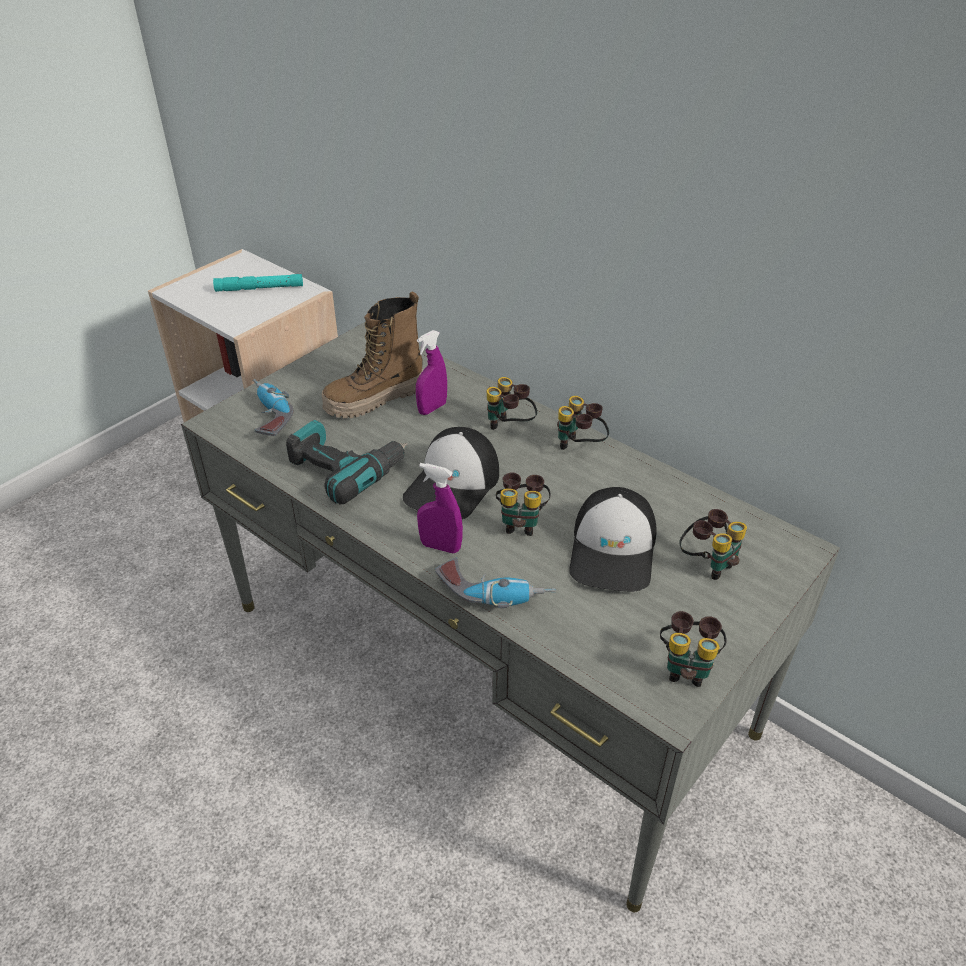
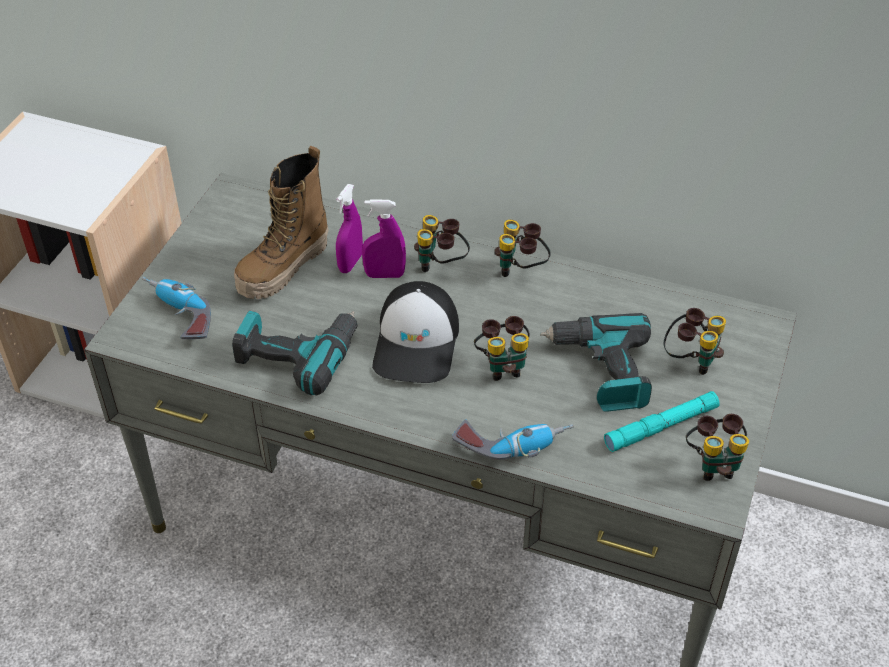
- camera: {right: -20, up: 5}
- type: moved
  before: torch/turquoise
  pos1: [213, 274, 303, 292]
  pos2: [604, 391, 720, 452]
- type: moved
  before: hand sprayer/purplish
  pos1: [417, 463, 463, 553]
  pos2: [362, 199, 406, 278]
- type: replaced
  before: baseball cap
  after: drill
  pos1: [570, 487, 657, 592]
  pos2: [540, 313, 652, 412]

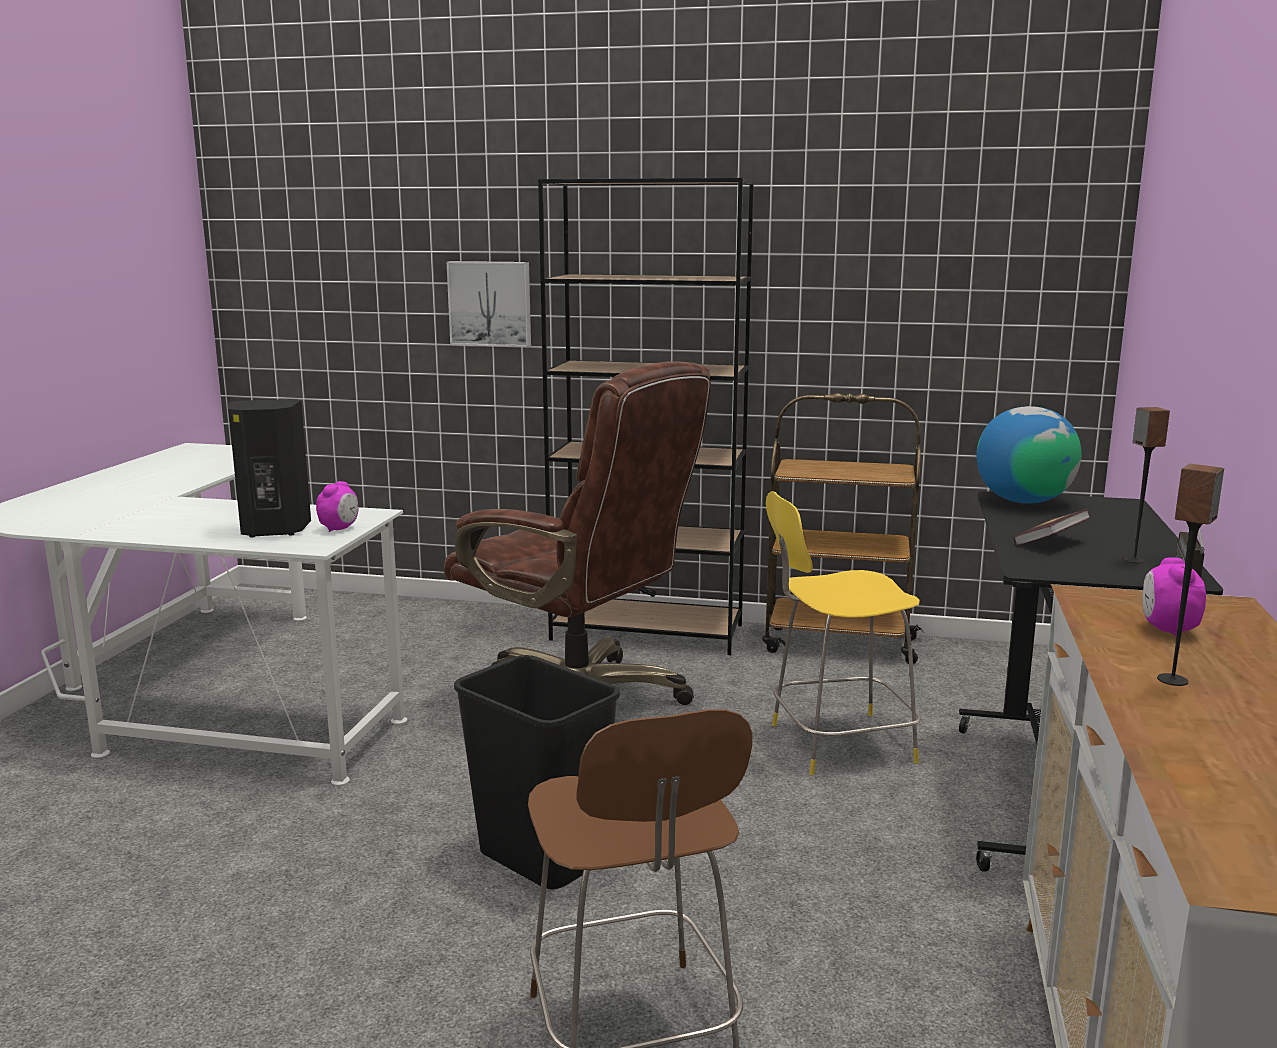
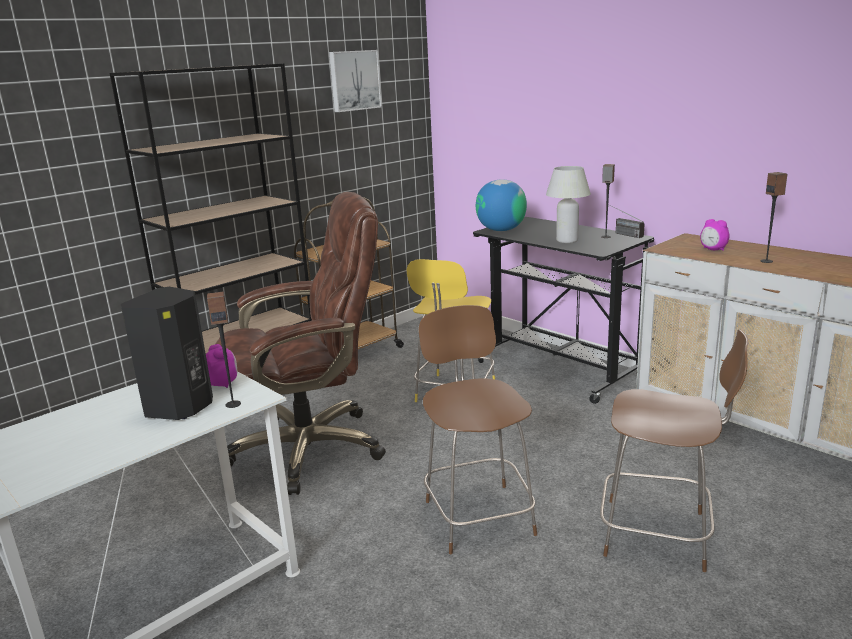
- camera: {right: -55, up: 5}
- type: moved
  before: wall art
  pos1: [447, 261, 531, 347]
  pos2: [329, 50, 382, 112]
- type: replaced
  before: rubbish bin/black-coloured
  after: upright chair/brown
  pos1: [454, 655, 620, 889]
  pos2: [419, 305, 537, 554]
- type: replaced
  before: bound book
  after: table lamp/white-coloured
  pos1: [1014, 509, 1091, 545]
  pos2: [546, 166, 591, 243]
- type: added
  after: audio speaker
  pos2: [207, 291, 241, 408]

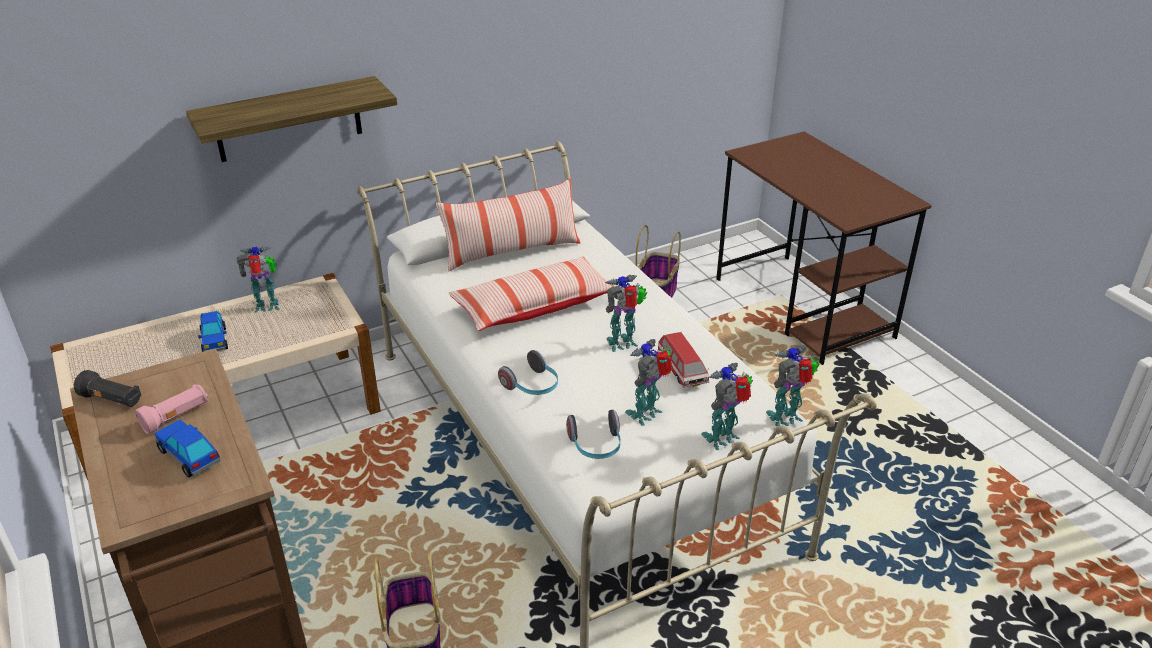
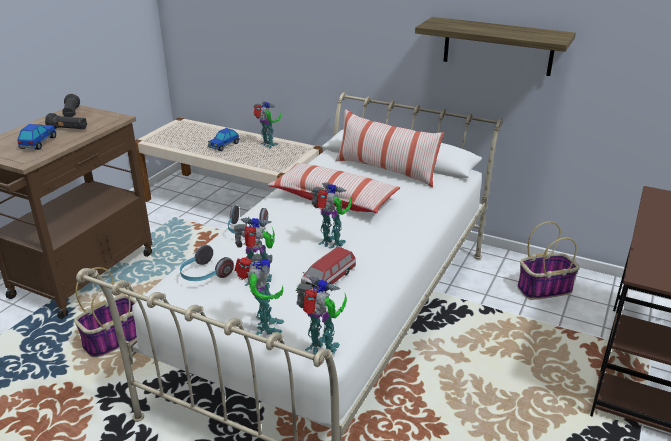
- camera: {right: 55, up: -5}
- type: recoloured
  before: torch/pinkish
  after: torch/black-coloured
  pos1: [135, 384, 208, 434]
  pos2: [45, 113, 87, 130]
- type: moved
  before: wall shelf
  pos1: [186, 76, 397, 162]
  pos2: [415, 17, 576, 76]
- type: turned
  before: model robot
  pos1: [701, 363, 753, 450]
  pos2: [235, 254, 284, 335]
  turn: 75

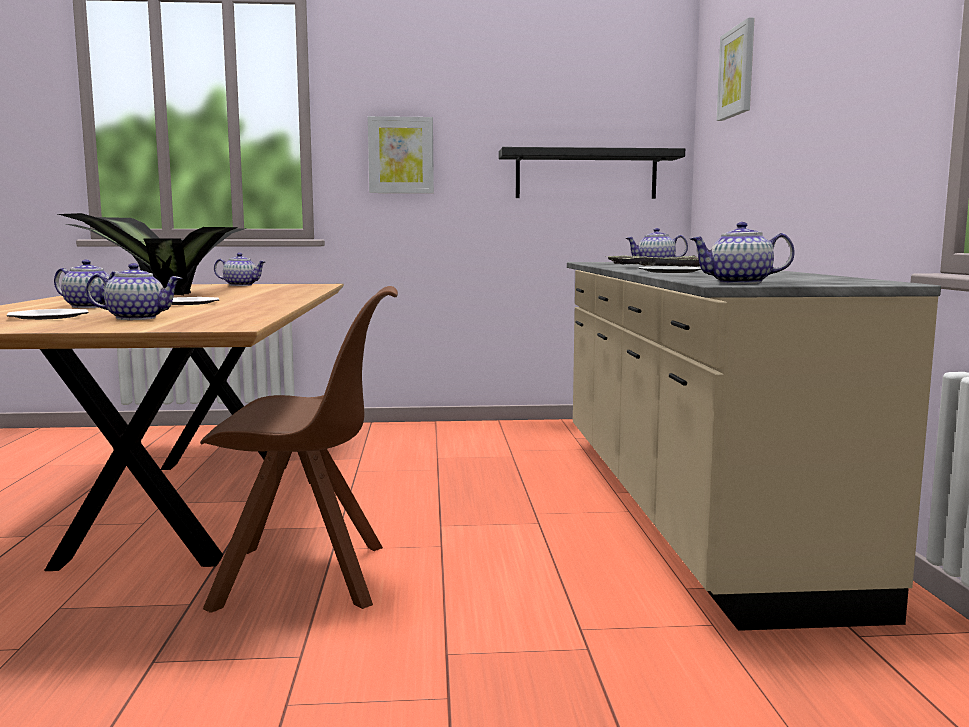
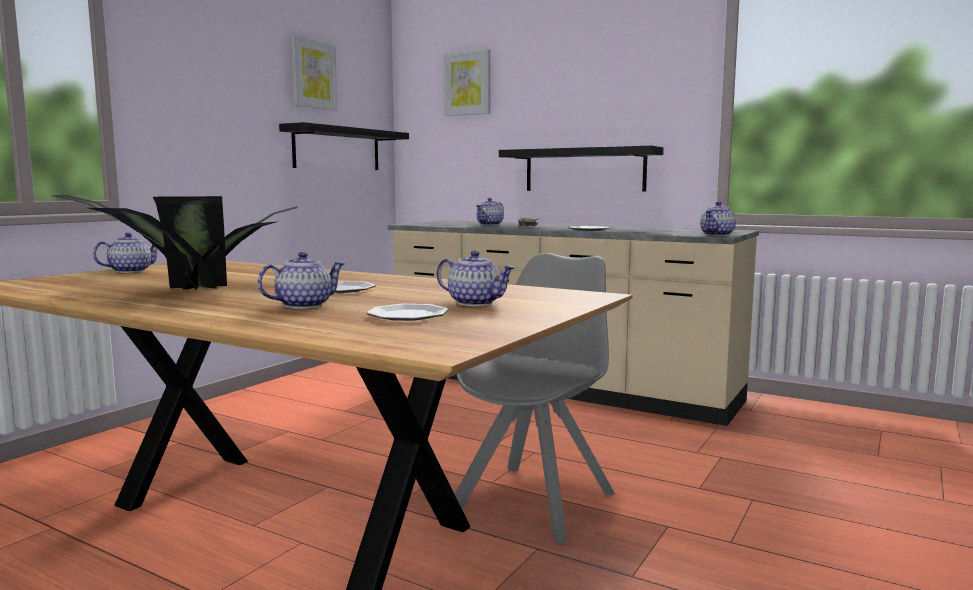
- camera: {right: -55, up: 0}
- type: turned
  before: teapot
  pos1: [86, 263, 182, 320]
  pos2: [437, 250, 515, 306]
  turn: 90
- type: recoloured
  before: upright chair/brown
  after: upright chair/greyish
  pos1: [200, 286, 398, 613]
  pos2: [455, 253, 616, 544]
- type: moved
  before: wall art
  pos1: [368, 116, 434, 193]
  pos2: [291, 35, 338, 111]
- type: added
  after: wall shelf/black-coloured
  pos2: [499, 146, 664, 191]

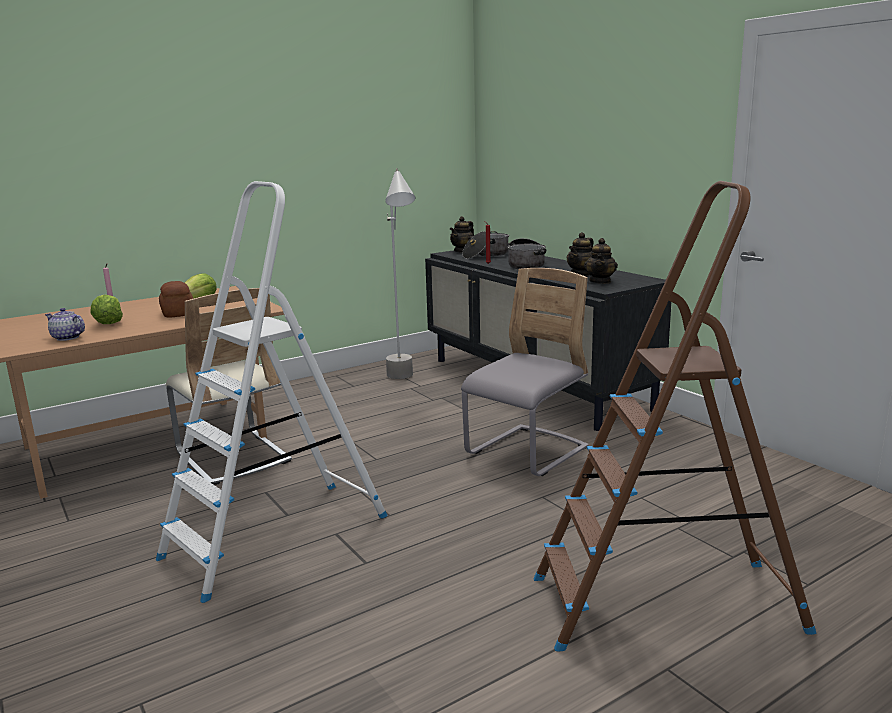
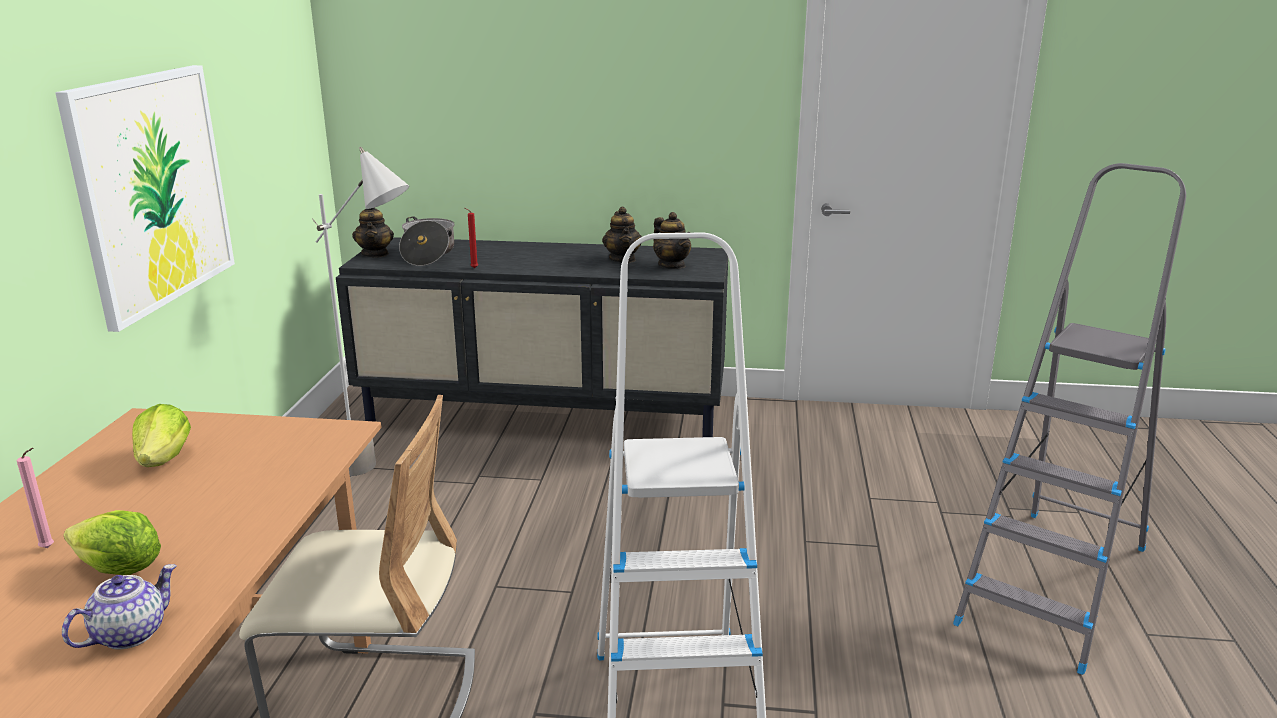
- camera: {right: -50, up: 5}
- type: turned
  before: teapot
  pos1: [45, 308, 85, 341]
  pos2: [62, 564, 176, 649]
  turn: 150
- type: removed
  before: bakery bread
  pos1: [159, 281, 193, 318]
- type: removed
  before: upright chair/greyish
  pos1: [461, 268, 589, 476]
- type: removed
  before: stockpot
  pos1: [507, 238, 546, 269]
- type: recoloured
  before: step ladder/brown
  after: step ladder/greyish
  pos1: [533, 181, 816, 652]
  pos2: [953, 163, 1186, 675]
- type: added
  after: wall art
  pos2: [55, 65, 235, 332]

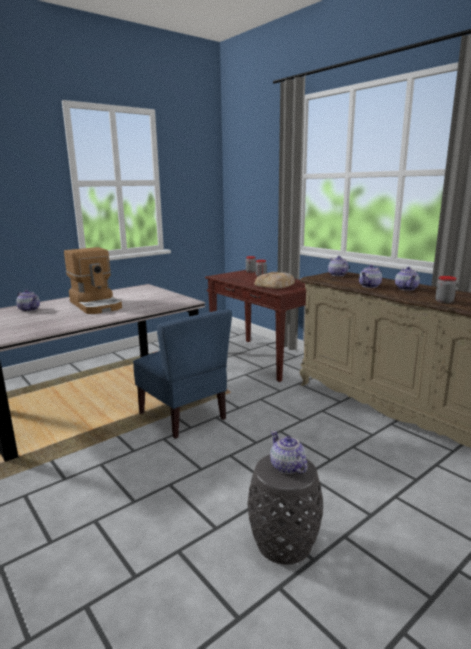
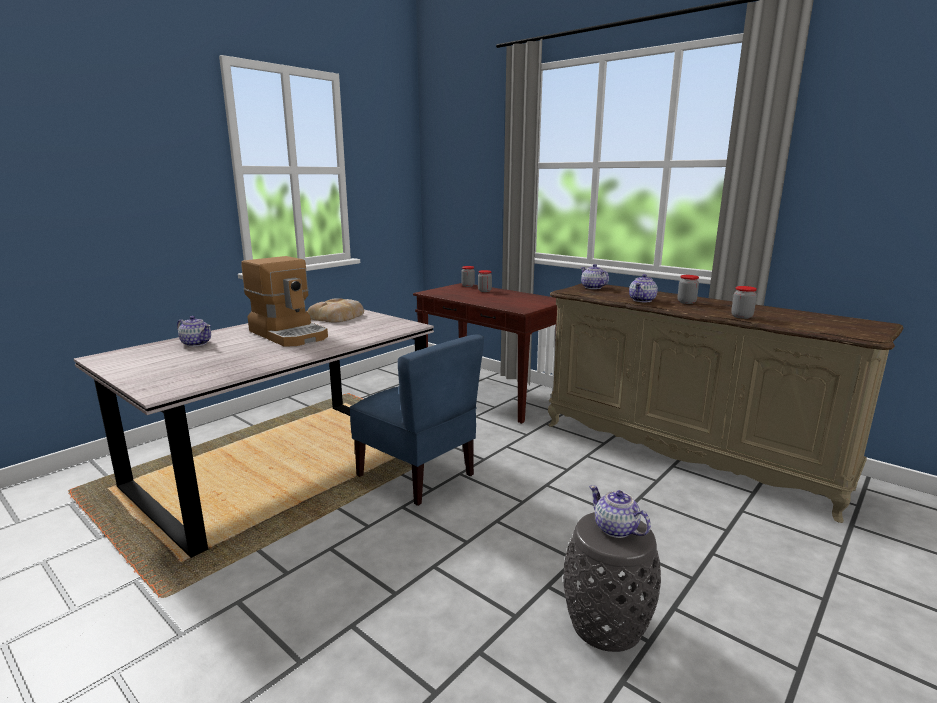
- camera: {right: -10, up: 0}
- type: moved
  before: bakery bread
  pos1: [254, 272, 295, 289]
  pos2: [307, 298, 364, 323]
- type: replaced
  before: teapot
  after: jar
  pos1: [395, 267, 420, 291]
  pos2: [677, 275, 699, 304]

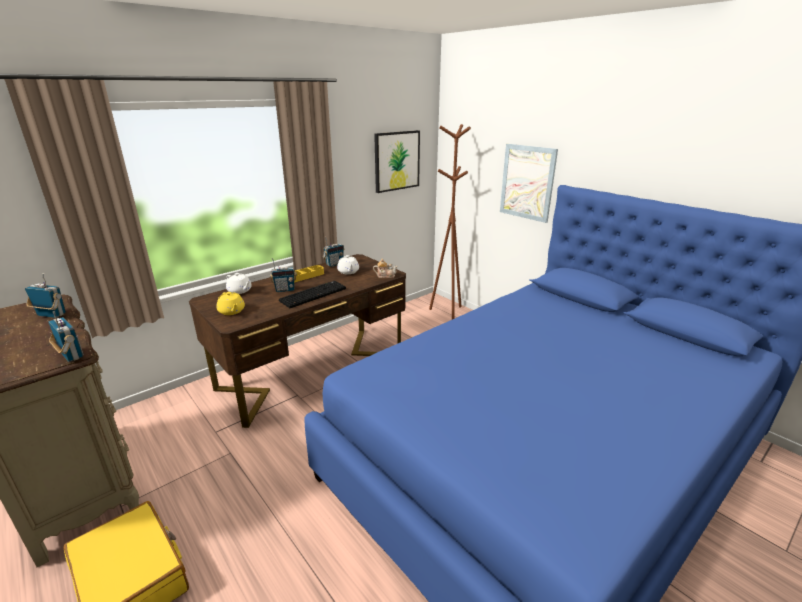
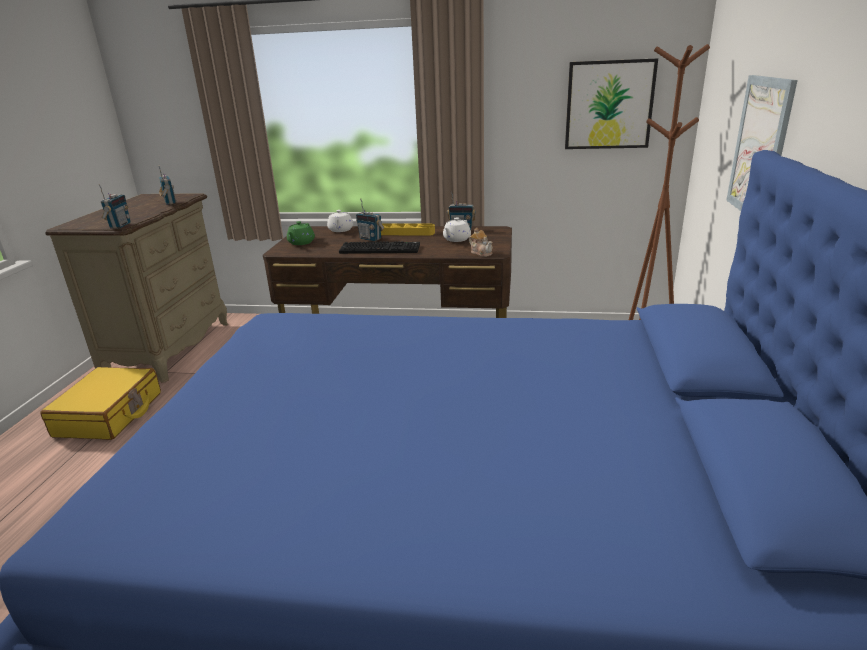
- camera: {right: 50, up: 0}
- type: recoloured
  before: teapot/yellow-coloured
  after: teapot/greenish
  pos1: [216, 292, 245, 315]
  pos2: [287, 221, 315, 245]

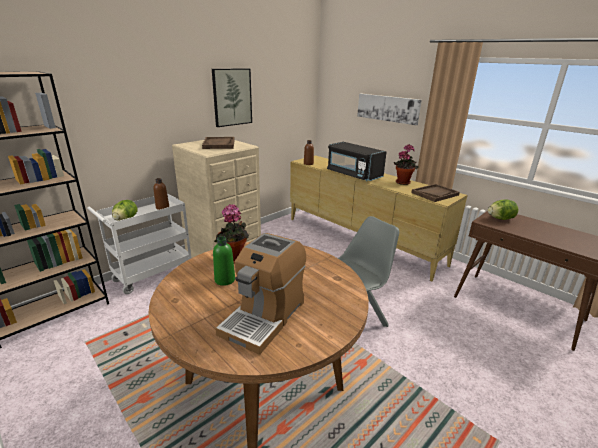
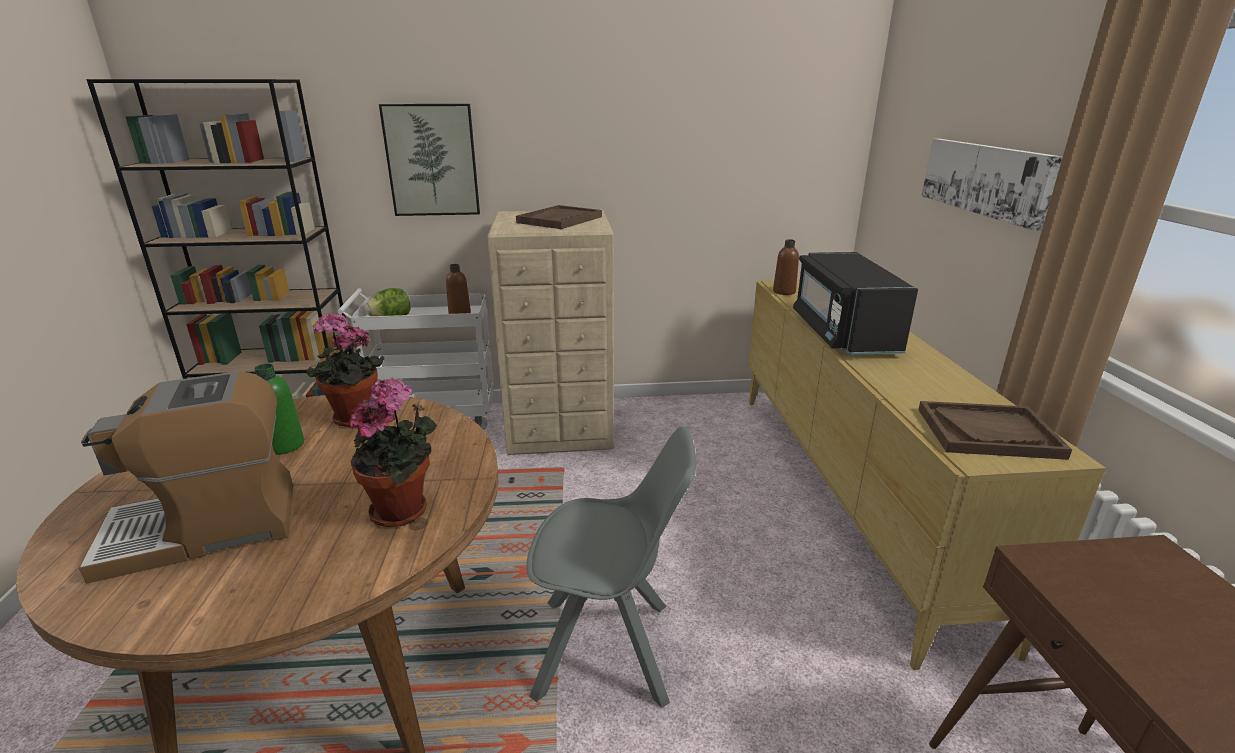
- camera: {right: 40, up: 0}
- type: moved
  before: wall art
  pos1: [212, 68, 252, 127]
  pos2: [379, 104, 480, 216]
- type: moved
  before: potted plant
  pos1: [394, 144, 418, 185]
  pos2: [350, 377, 437, 527]
- type: removed
  before: lettuce
  pos1: [488, 200, 518, 220]

